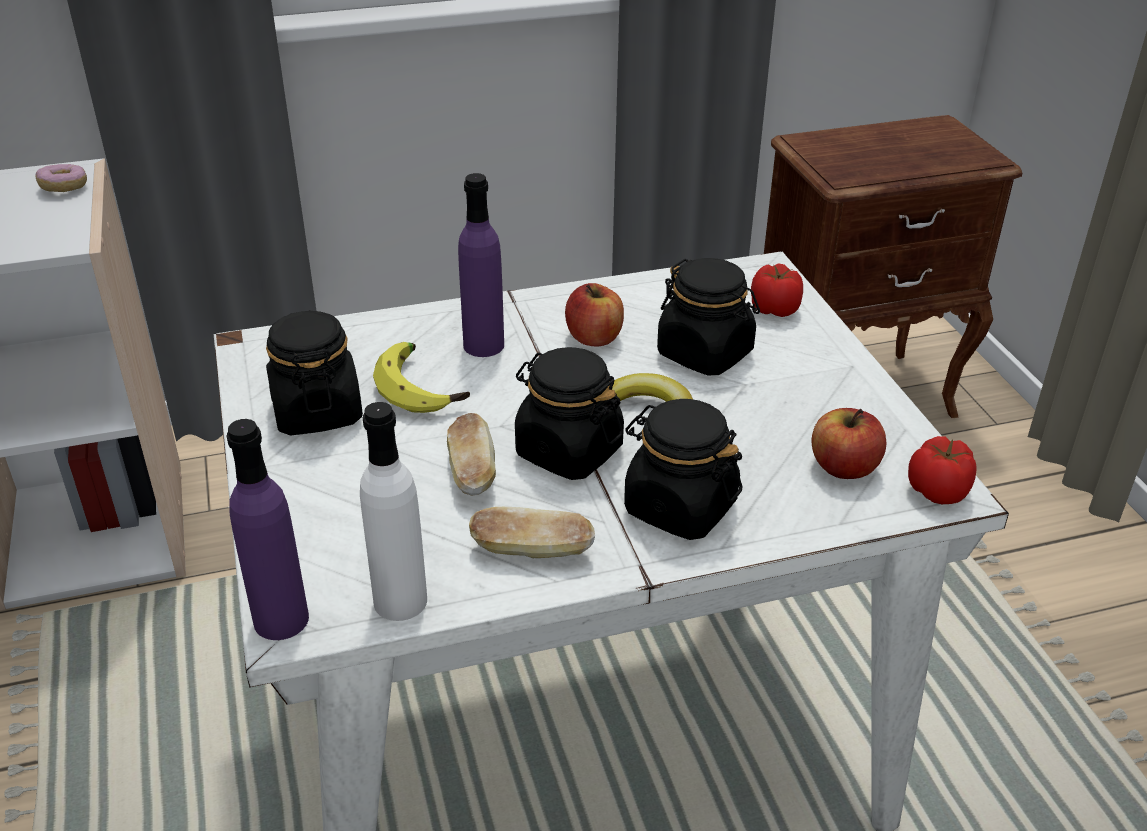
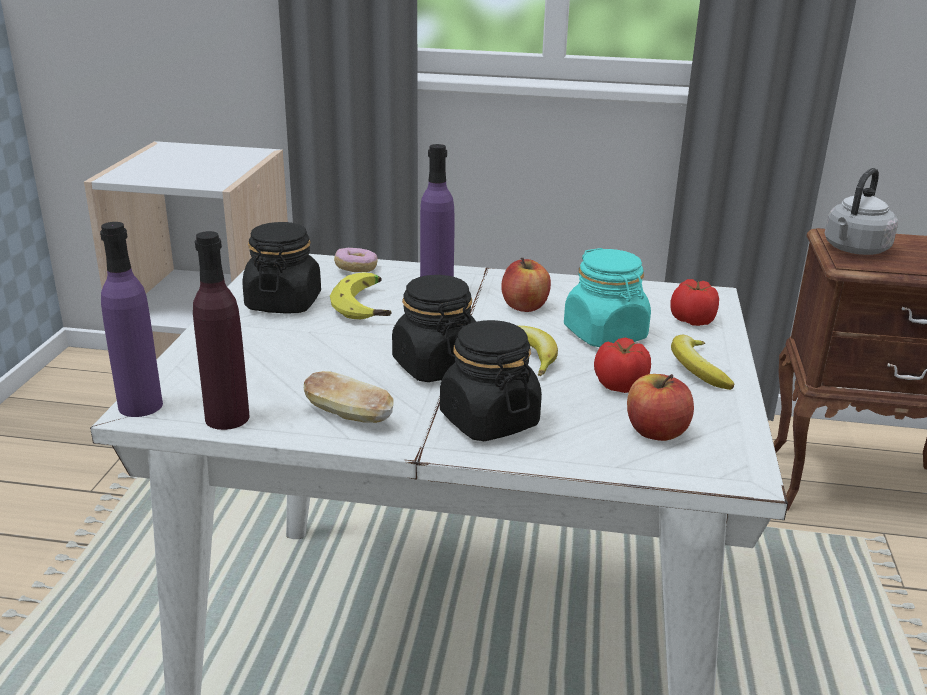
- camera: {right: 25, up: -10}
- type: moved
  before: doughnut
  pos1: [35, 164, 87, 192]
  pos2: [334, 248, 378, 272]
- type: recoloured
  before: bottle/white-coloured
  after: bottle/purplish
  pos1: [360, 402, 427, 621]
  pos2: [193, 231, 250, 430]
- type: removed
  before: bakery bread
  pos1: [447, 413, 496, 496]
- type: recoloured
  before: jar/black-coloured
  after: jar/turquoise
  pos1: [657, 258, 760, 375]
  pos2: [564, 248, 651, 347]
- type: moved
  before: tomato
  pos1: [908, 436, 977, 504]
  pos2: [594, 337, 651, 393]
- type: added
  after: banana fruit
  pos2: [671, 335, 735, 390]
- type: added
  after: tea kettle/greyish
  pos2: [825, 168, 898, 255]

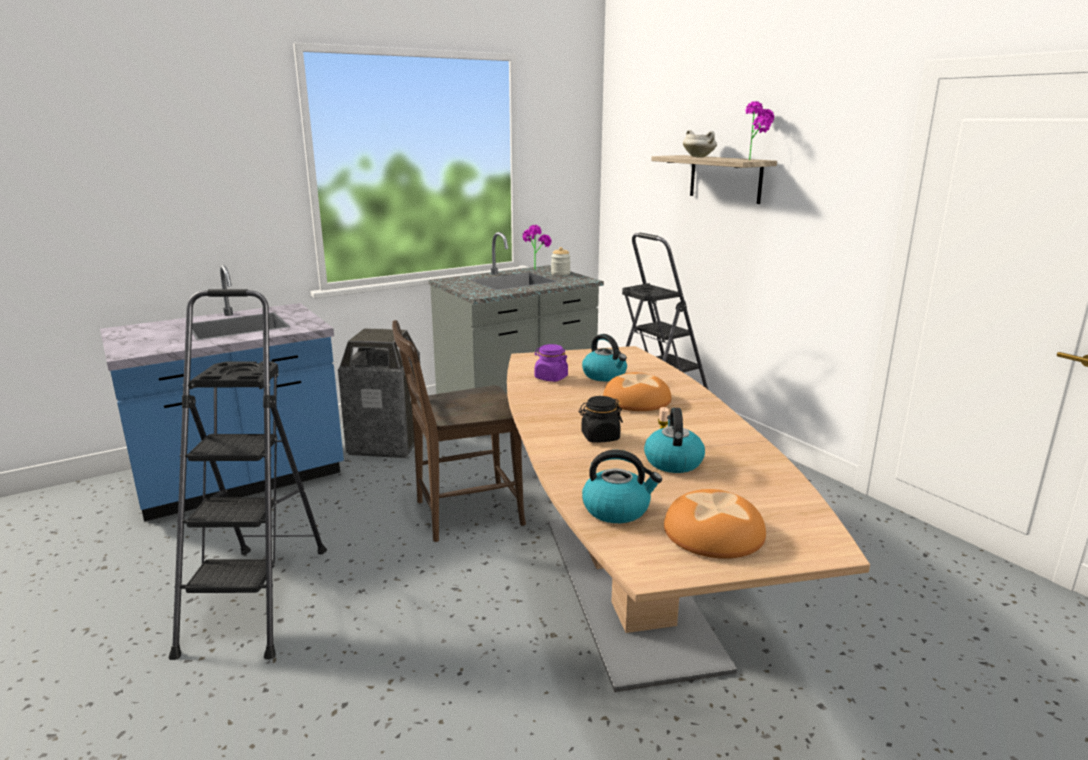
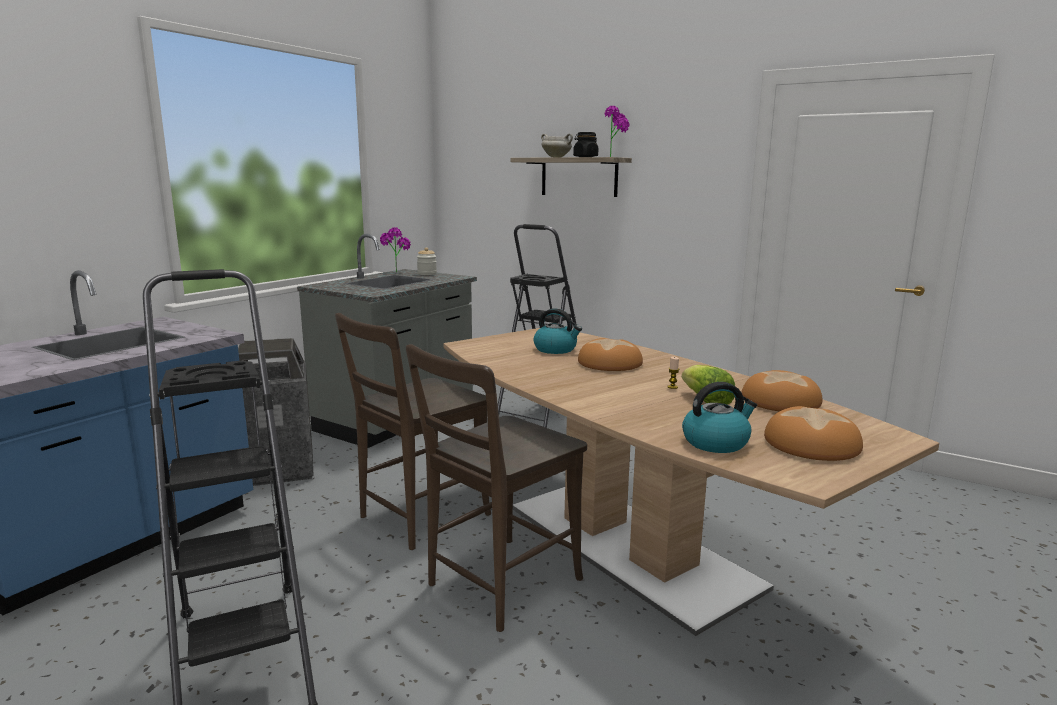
- camera: {right: -25, up: -5}
- type: removed
  before: jar/purplish
  pos1: [534, 344, 568, 382]
- type: moved
  before: jar/black-coloured
  pos1: [579, 396, 623, 443]
  pos2: [573, 132, 598, 157]
- type: replaced
  before: tea kettle
  after: lettuce
  pos1: [644, 408, 705, 473]
  pos2: [682, 365, 735, 405]
- type: added
  after: upright chair/brown
  pos2: [406, 344, 587, 632]
- type: added
  after: bakery bread
  pos2: [741, 370, 822, 411]

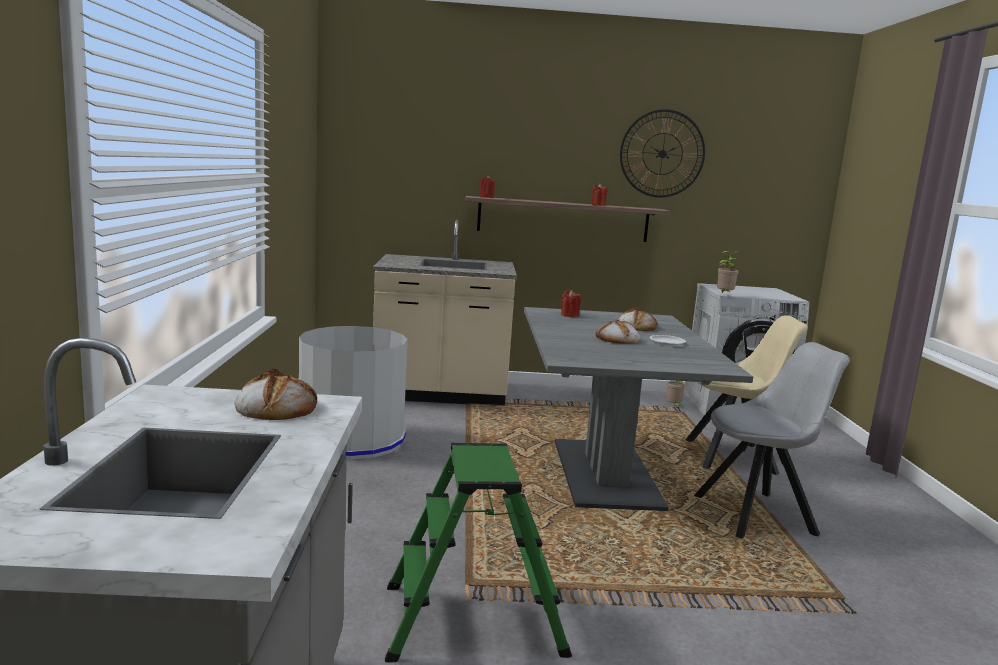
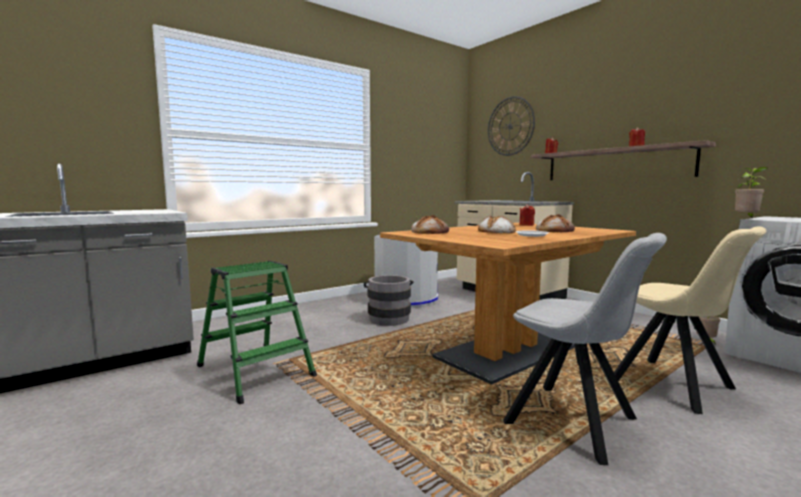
- camera: {right: 55, up: -5}
- type: moved
  before: bakery bread
  pos1: [235, 368, 317, 420]
  pos2: [411, 215, 449, 234]
- type: recoloured
  before: dinner table/greyish
  after: dinner table/brown
  pos1: [524, 307, 753, 511]
  pos2: [380, 222, 636, 385]
- type: moved
  before: clock on the wall
  pos1: [620, 109, 705, 198]
  pos2: [488, 96, 535, 156]
- type: added
  after: pail/greyish
  pos2: [363, 275, 414, 326]

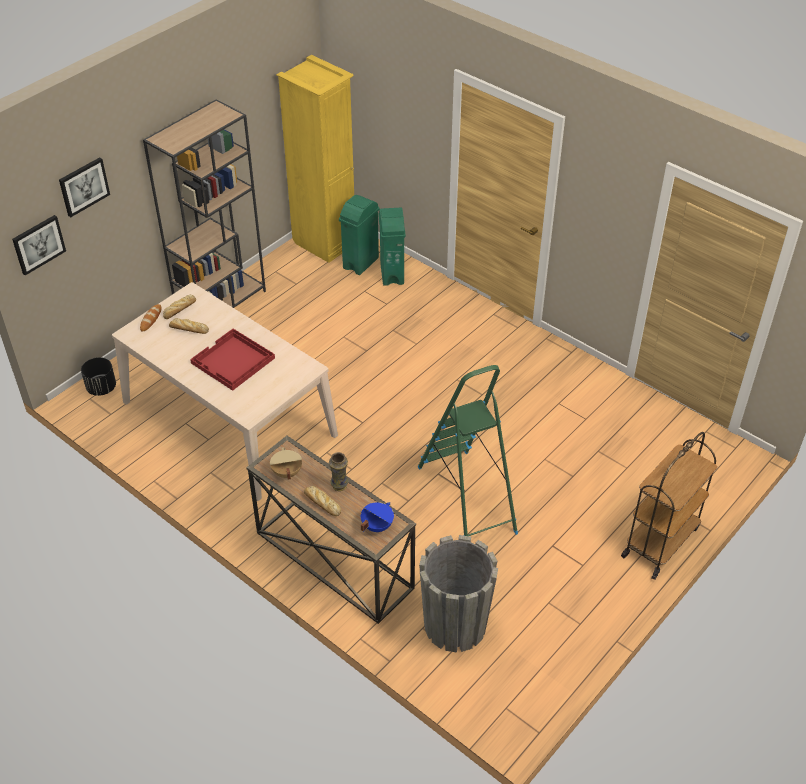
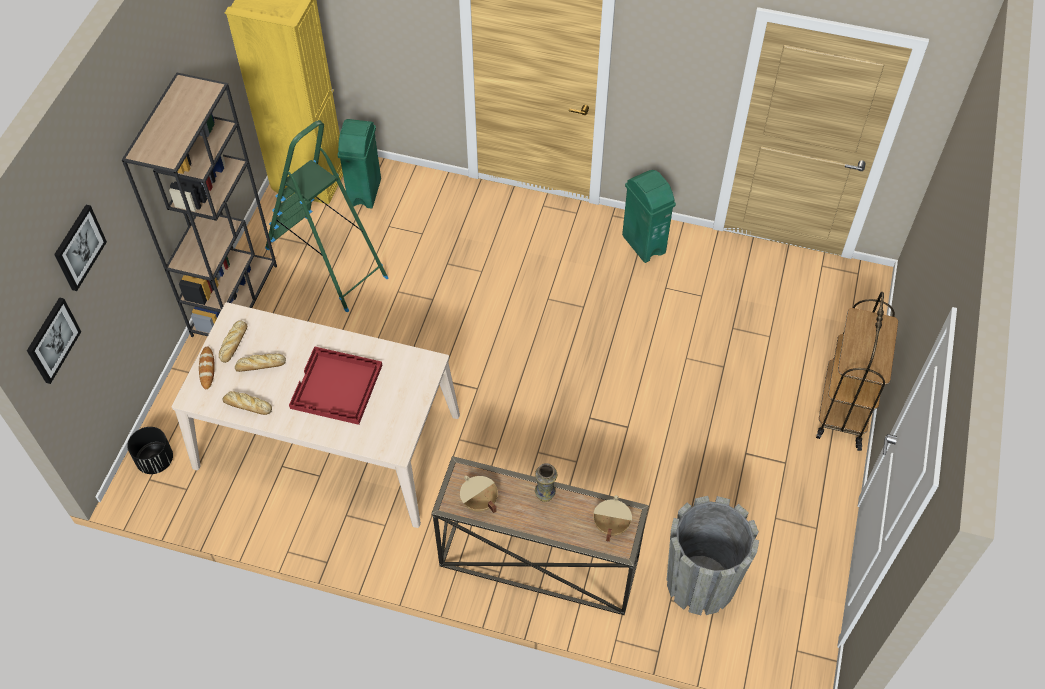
- camera: {right: -25, up: 10}
- type: moved
  before: bakery bread
  pos1: [304, 486, 341, 516]
  pos2: [223, 391, 272, 415]
- type: recoloured
  before: stockpot/blue-coloured
  after: stockpot/beige
  pos1: [361, 502, 394, 532]
  pos2: [593, 495, 632, 542]
- type: moved
  before: rubbish bin/greenish
  pos1: [378, 208, 406, 286]
  pos2: [622, 170, 676, 263]
- type: moved
  before: step ladder/greenish
  pos1: [418, 365, 518, 536]
  pos2: [265, 120, 388, 312]

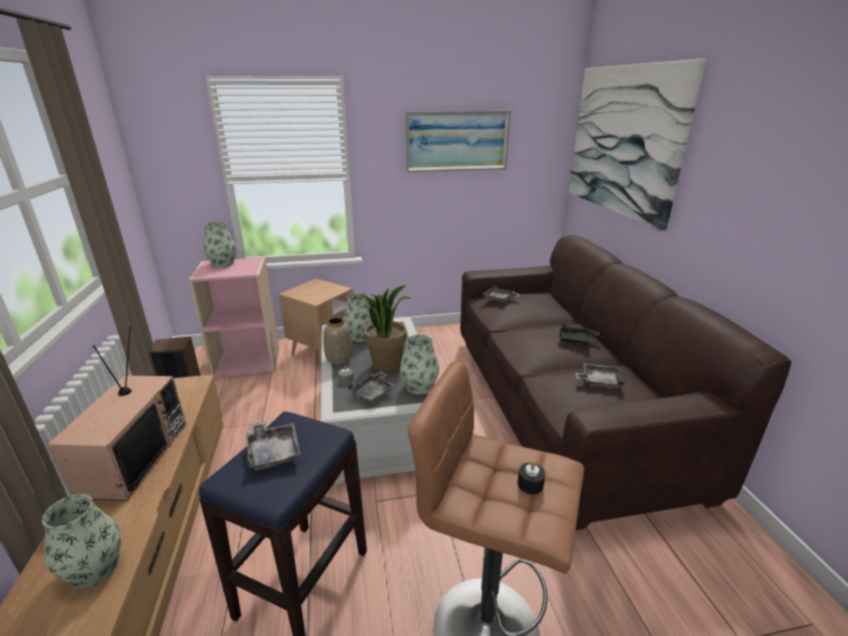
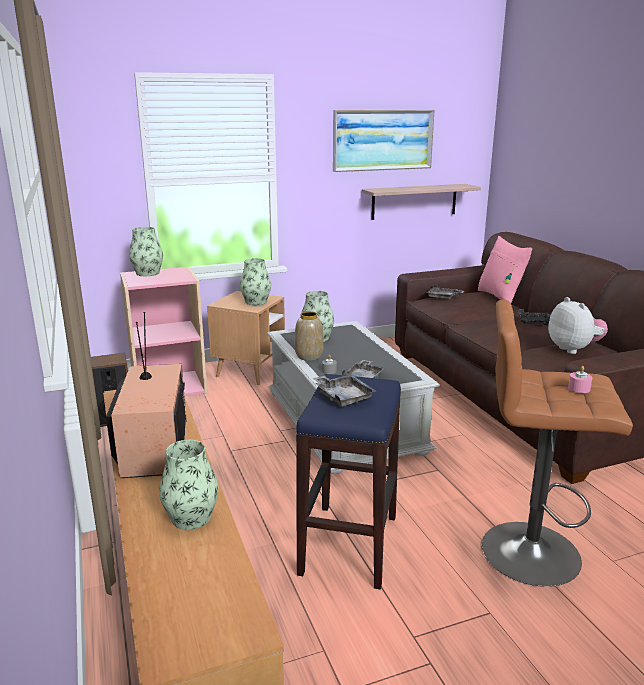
- camera: {right: -10, up: -5}
- type: removed
  before: potted plant
  pos1: [358, 285, 410, 372]
- type: moved
  before: flower vase
  pos1: [400, 335, 439, 395]
  pos2: [240, 258, 271, 305]
- type: recoloured
  before: candle/black-coloured
  after: candle/pinkish
  pos1: [518, 461, 545, 494]
  pos2: [568, 366, 592, 393]
- type: removed
  before: wall art
  pos1: [569, 59, 706, 231]
- type: replaced
  before: serving tray/greyish
  after: cuddly toy
  pos1: [575, 363, 625, 388]
  pos2: [548, 297, 608, 354]
- type: added
  after: wall shelf
  pos2: [362, 184, 481, 220]
- type: added
  after: pillow/pinkish
  pos2: [478, 236, 532, 303]

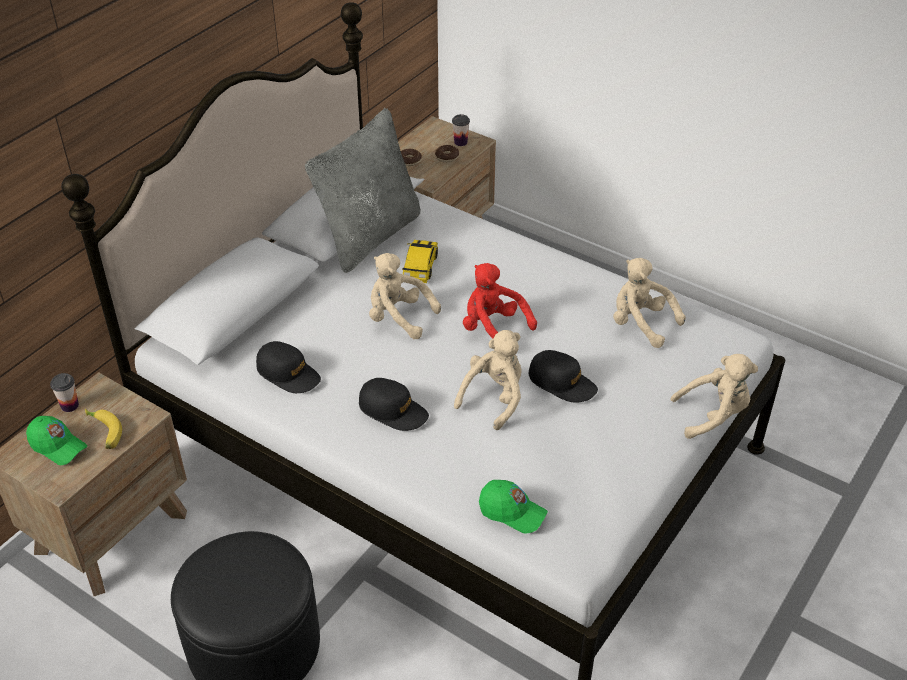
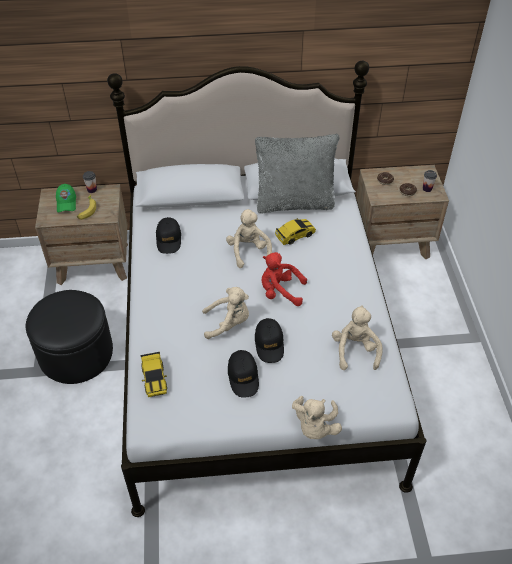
- camera: {right: 50, up: 5}
- type: moved
  before: baseball cap/black-coloured
  pos1: [359, 378, 429, 431]
  pos2: [228, 350, 259, 397]
- type: turned
  before: cuddly toy/red-coloured
  pos1: [463, 263, 537, 339]
  pos2: [262, 252, 307, 306]
  turn: -75
- type: replaced
  before: baseball cap/greenish
  after: miniature car
  pos1: [479, 480, 548, 534]
  pos2: [140, 352, 167, 397]
- type: turned
  before: cuddly toy/beige
  pos1: [670, 354, 758, 439]
  pos2: [292, 396, 342, 439]
  turn: 60

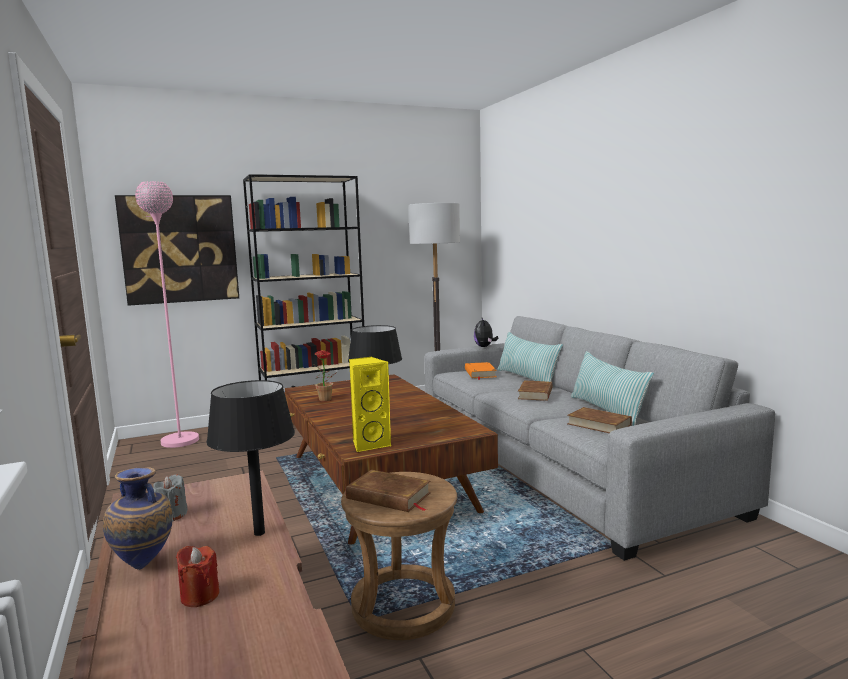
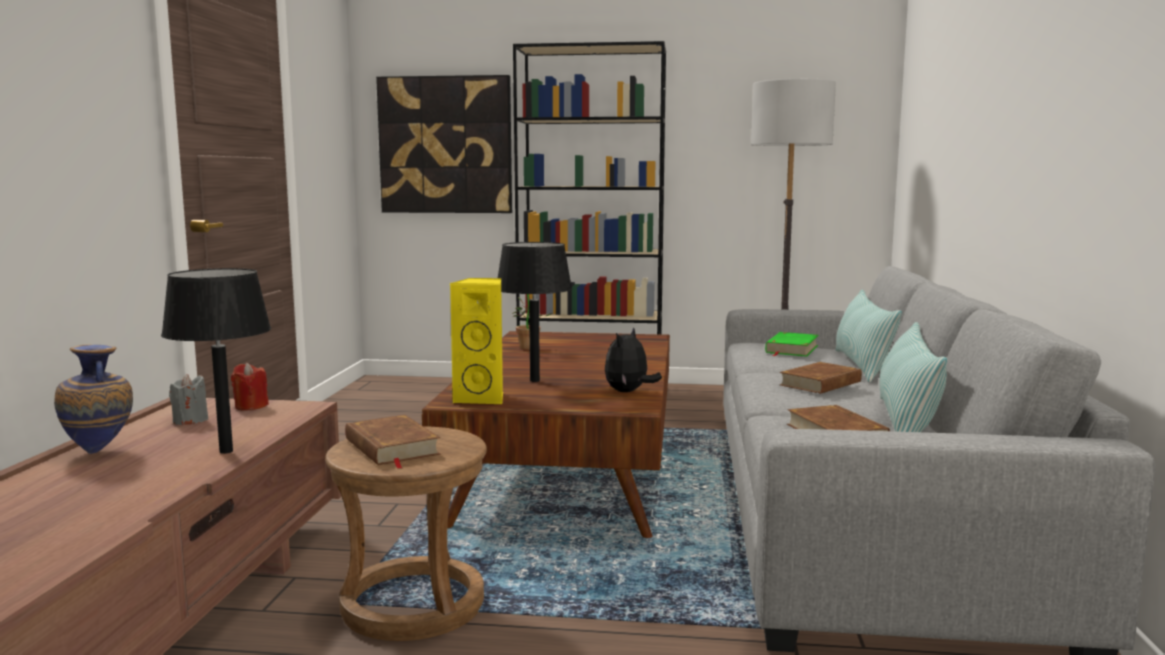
- camera: {right: 30, up: 0}
- type: removed
  before: standard lamp/pinkish
  pos1: [135, 181, 199, 448]
- type: moved
  before: candle/red-coloured
  pos1: [176, 546, 219, 607]
  pos2: [231, 363, 269, 410]
- type: recoloured
  before: bound book/orange
  after: bound book/greenish
  pos1: [465, 362, 497, 380]
  pos2: [765, 332, 818, 357]
- type: moved
  before: cuddly toy
  pos1: [474, 318, 498, 347]
  pos2: [605, 327, 662, 392]

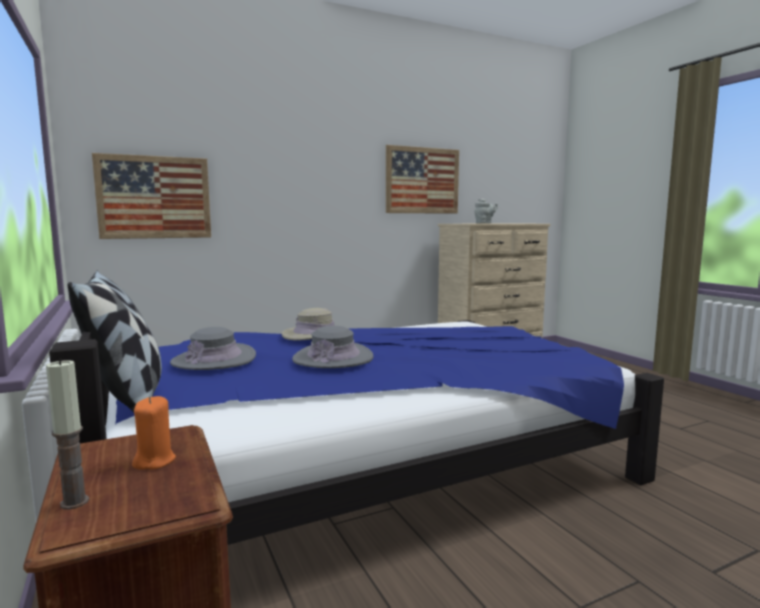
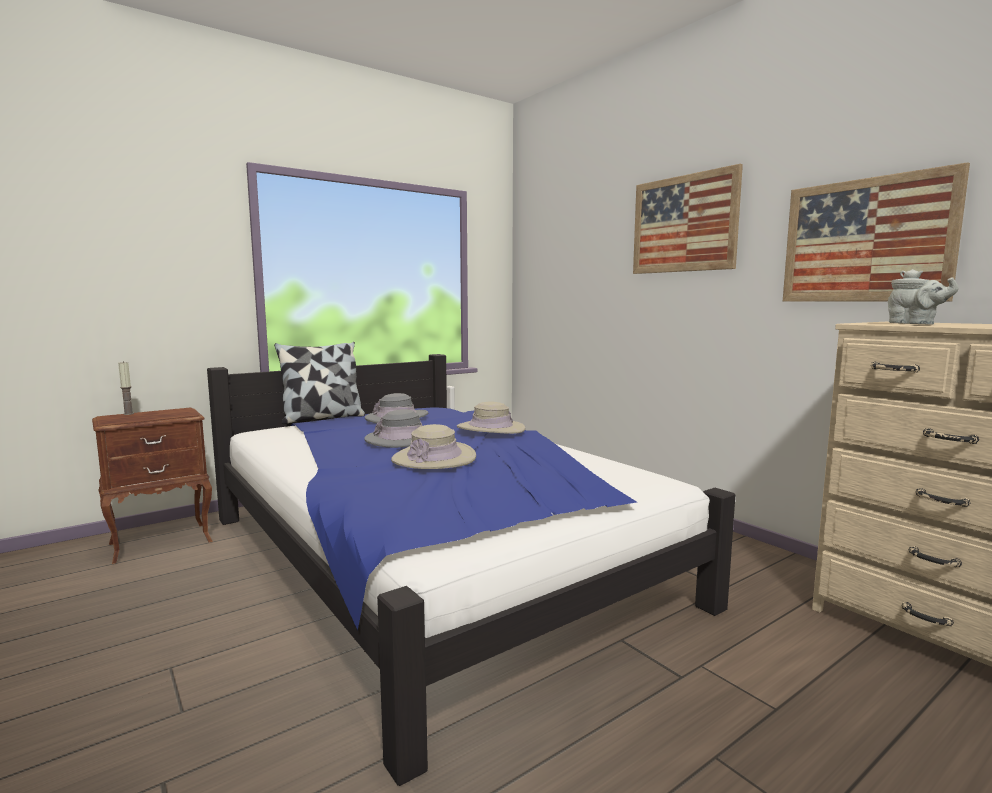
- camera: {right: 80, up: 0}
- type: moved
  before: wall art
  pos1: [92, 153, 211, 239]
  pos2: [633, 164, 743, 274]
- type: removed
  before: candle/orange
  pos1: [132, 396, 176, 470]
- type: added
  after: wearable hat/beige
  pos2: [391, 424, 476, 469]

